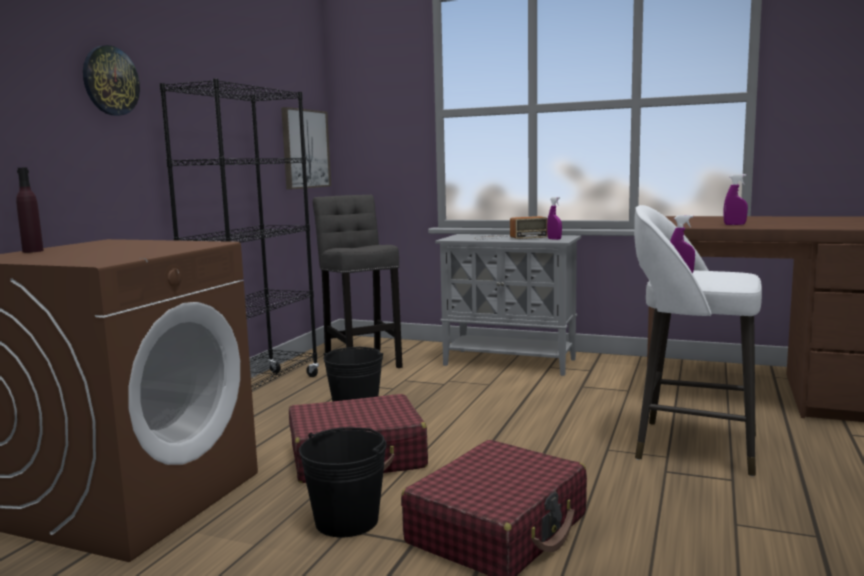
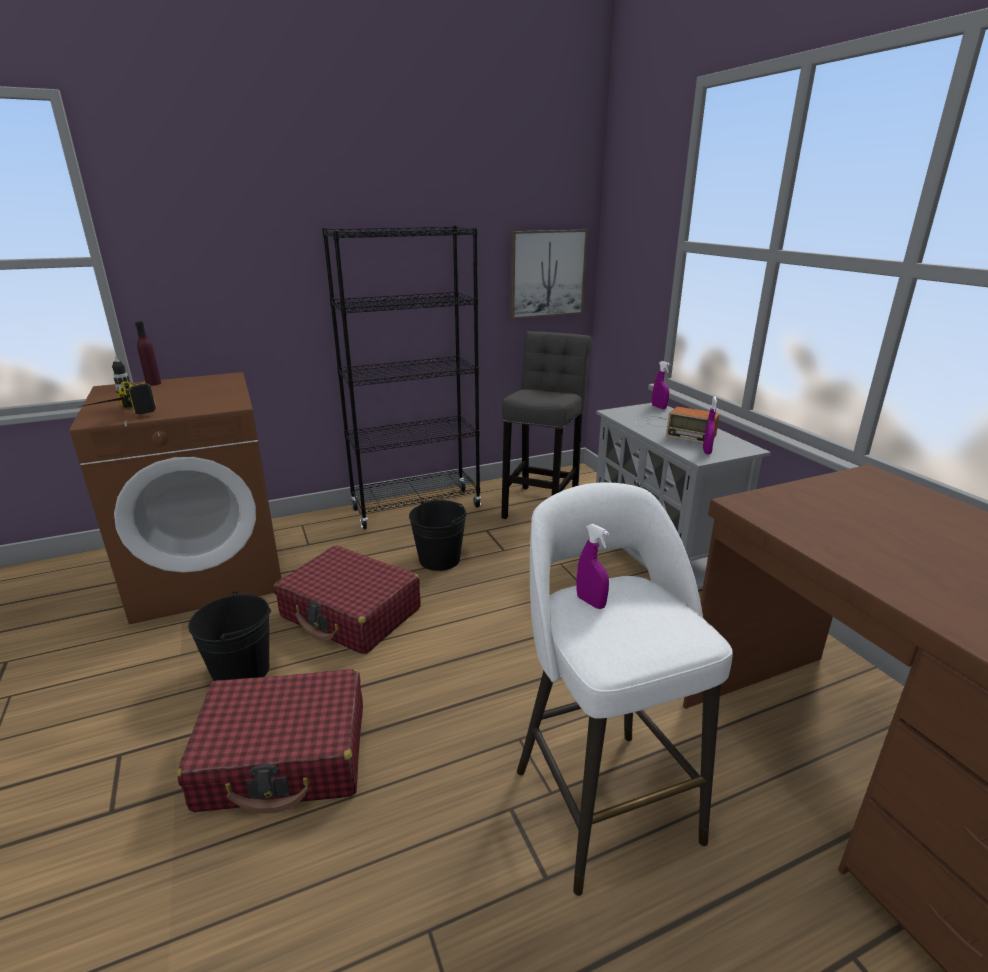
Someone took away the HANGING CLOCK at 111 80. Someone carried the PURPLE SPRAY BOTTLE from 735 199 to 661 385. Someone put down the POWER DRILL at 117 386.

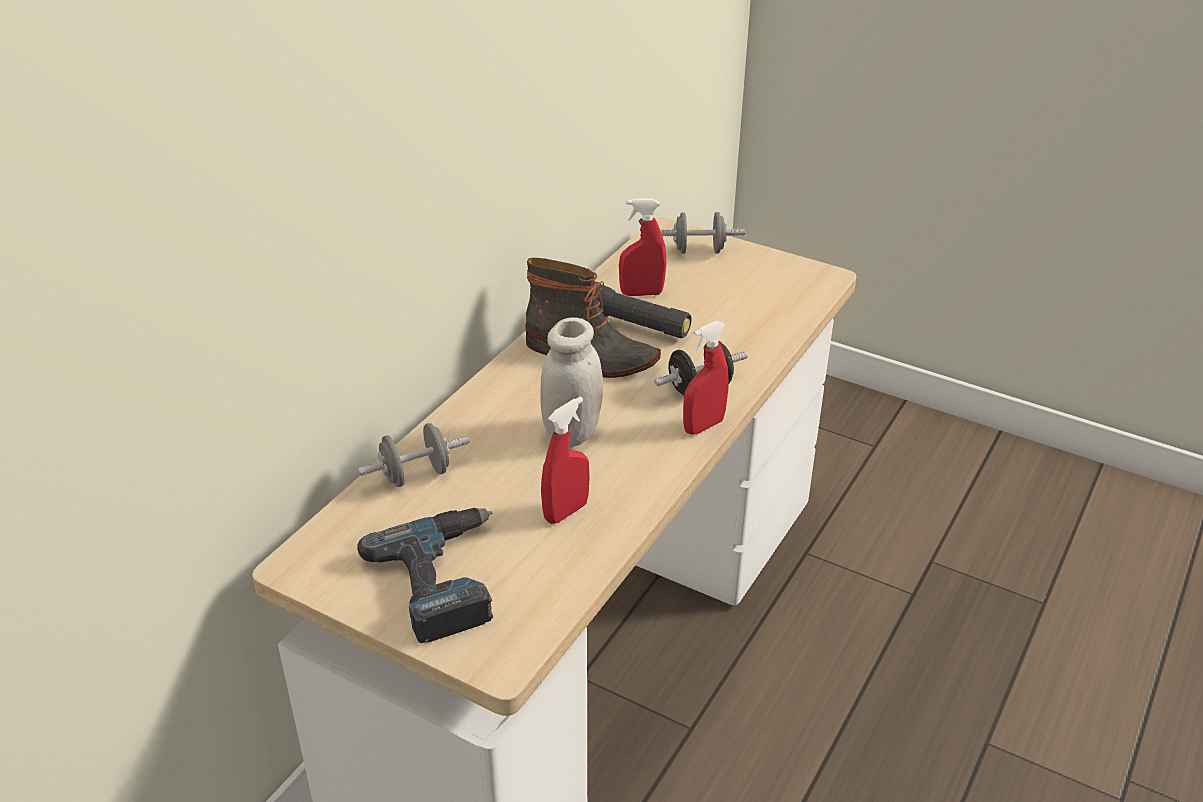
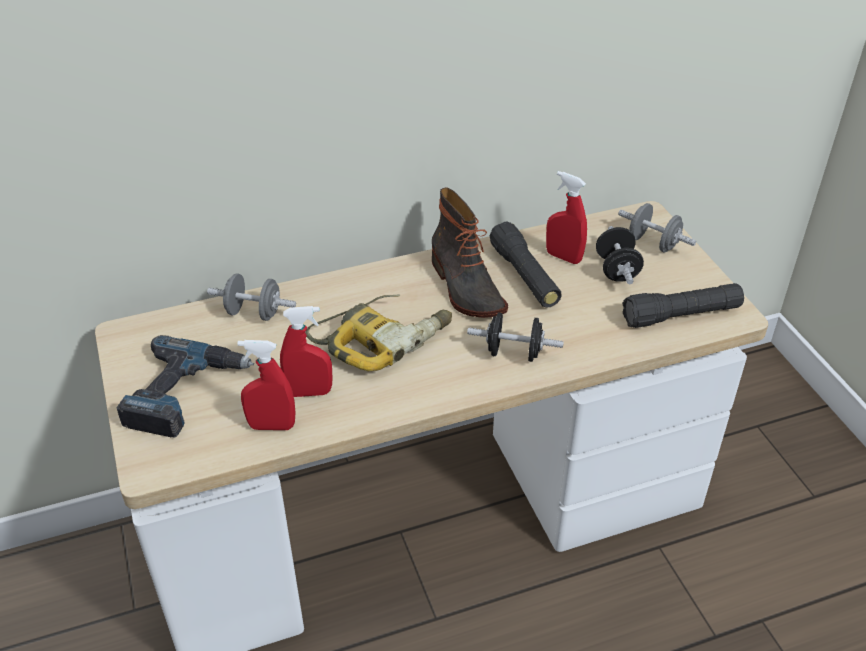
Someone swapped the WHITISH JAR at 571 382 for the POWER DRILL at 379 332. Someone carried the RED-COLOURED SPRAY BOTTLE from 706 378 to 267 385. Someone put down the BLACKISH FREE WEIGHT at 620 255. Someone put down the BLACKISH HAND TORCH at 683 305.

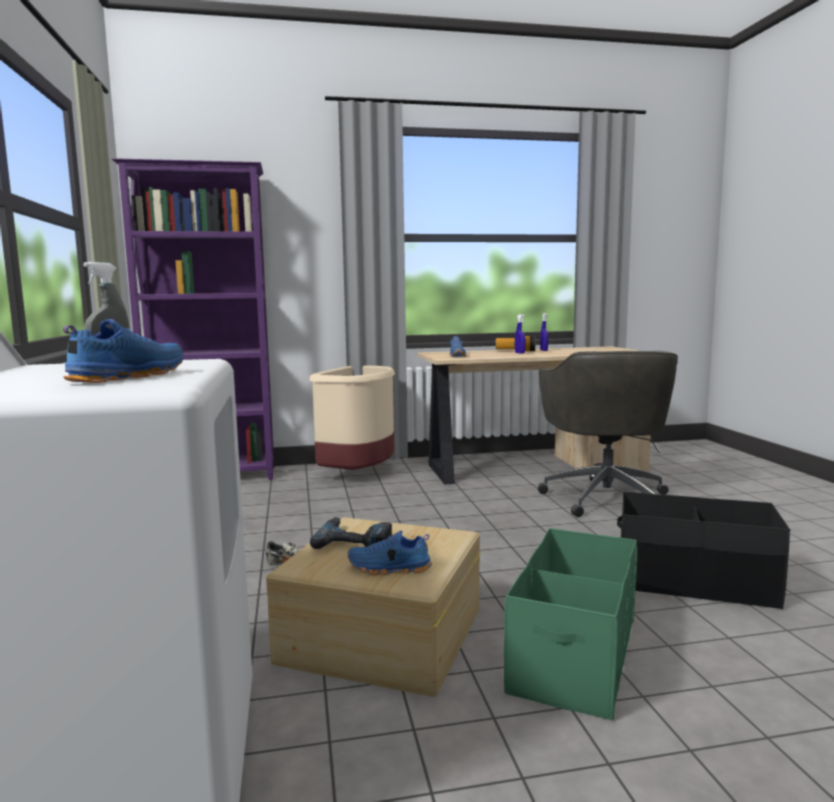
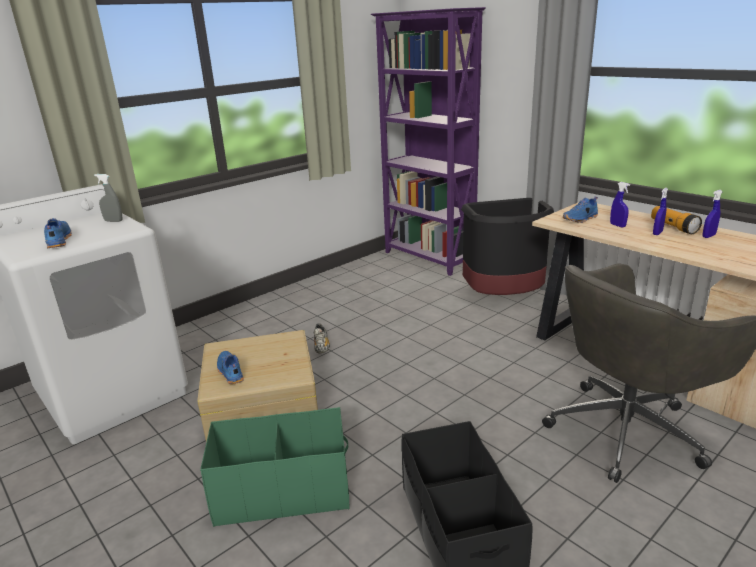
Someone rotated the BLUE SHOE at 123 351 by 105 degrees counterclockwise. Someone repainted the BEIGE-COLOURED WASTE BIN at 352 417, which became the BLACKISH WASTE BIN at 507 246. Someone took away the POWER DRILL at 351 533. Someone put down the BLUE SPRAY BOTTLE at 620 204.

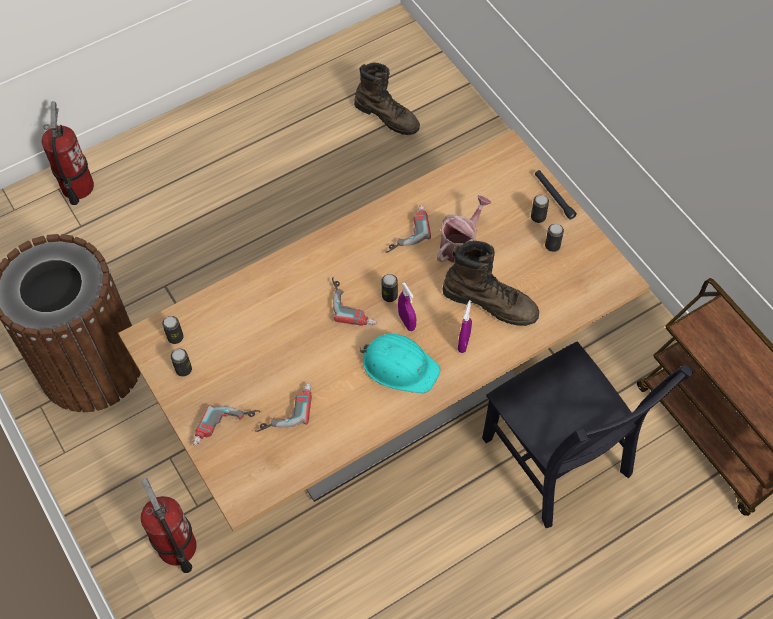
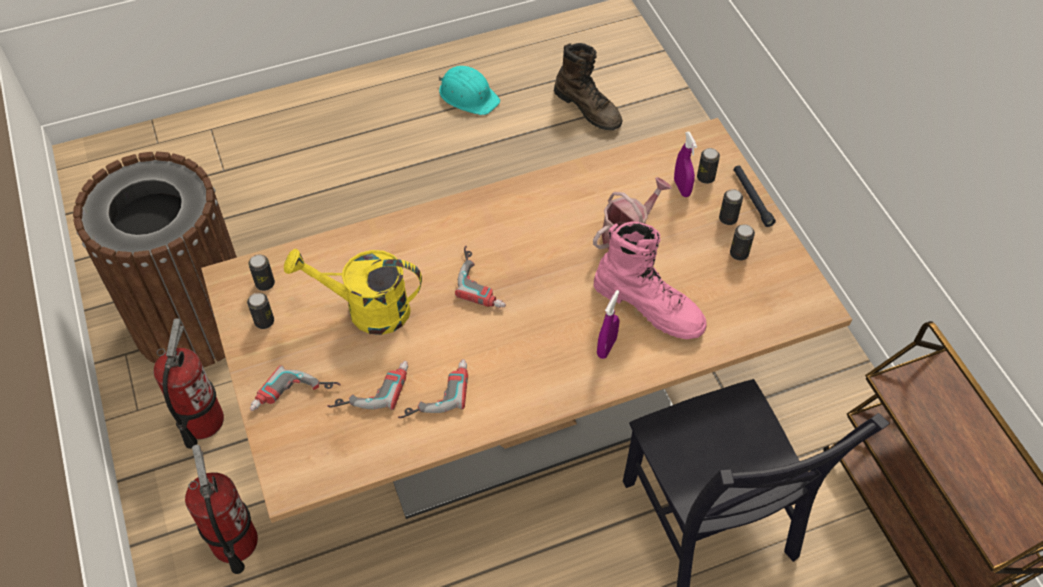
Someone carried the FIRE EXTINGUISHER from 68 153 to 189 383. Someone carried the POWER DRILL from 408 228 to 433 388. Someone repainted the BROWN BOOT at 490 283, which became the PINKISH BOOT at 650 280. Someone carried the SEALED CAN from 390 288 to 708 166. Someone carried the PURPLE SPRAY BOTTLE from 407 306 to 685 164. Someone carried the BLUE-GREEN SAFETY HELMET from 399 363 to 469 90. Someone put down the YELLOWISH WATERING POT at 353 292.

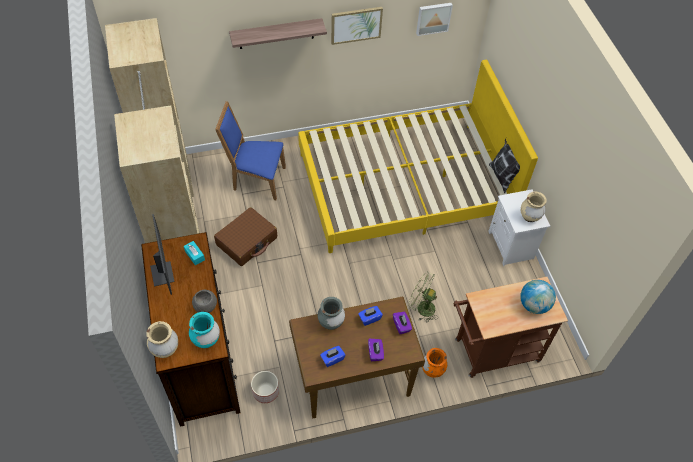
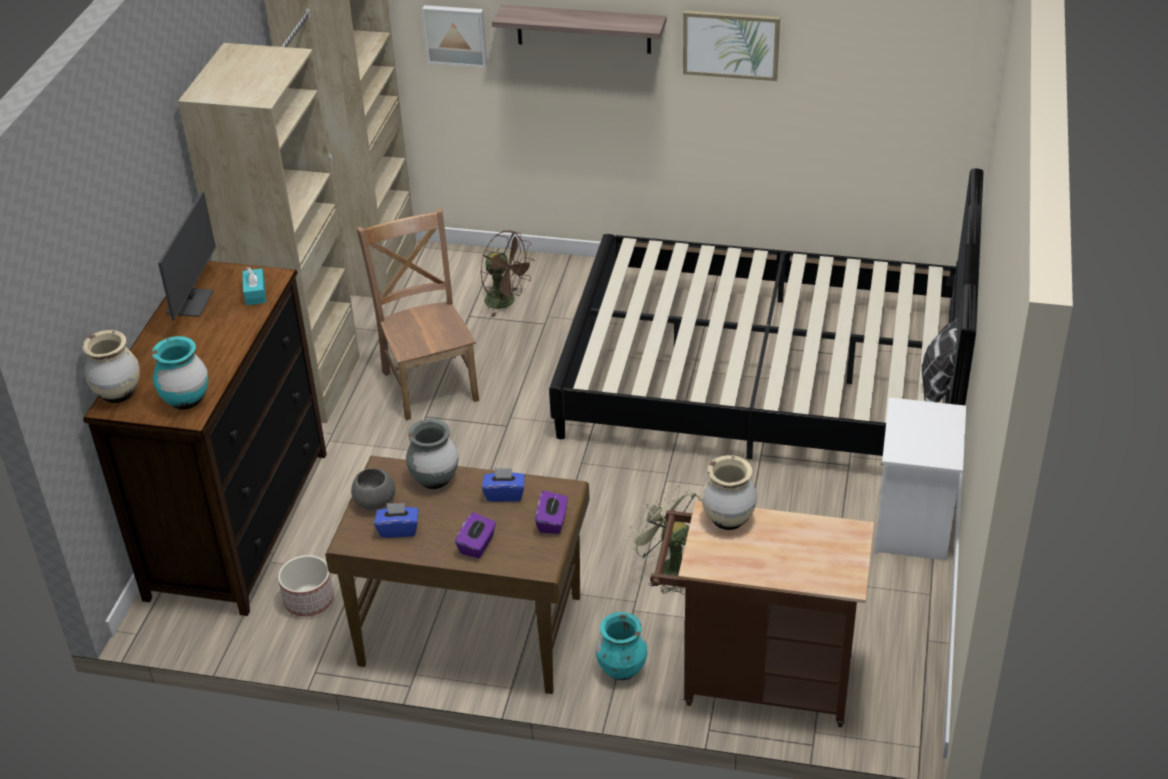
Someone carried the WALL ART from 434 19 to 454 36. Someone repainted the YELLOWISH BEDROOM BED at 418 156, which became the BLACKISH BEDROOM BED at 766 314. Someone swapped the BLUE UPRIGHT CHAIR at 250 150 for the BROWN FAN at 507 273. Someone carried the BEIGE-COLOURED FLOWER VASE from 534 207 to 729 492. Someone swapped the BROWN TRAVEL CASE at 245 236 for the BROWN UPRIGHT CHAIR at 417 314. Someone took away the GLOBE at 538 297. Someone carried the GREY BOWL from 204 301 to 373 489. Someone repainted the ORANGE-COLOURED FLOWER VASE at 434 363, which became the BLUE-GREEN FLOWER VASE at 621 646.

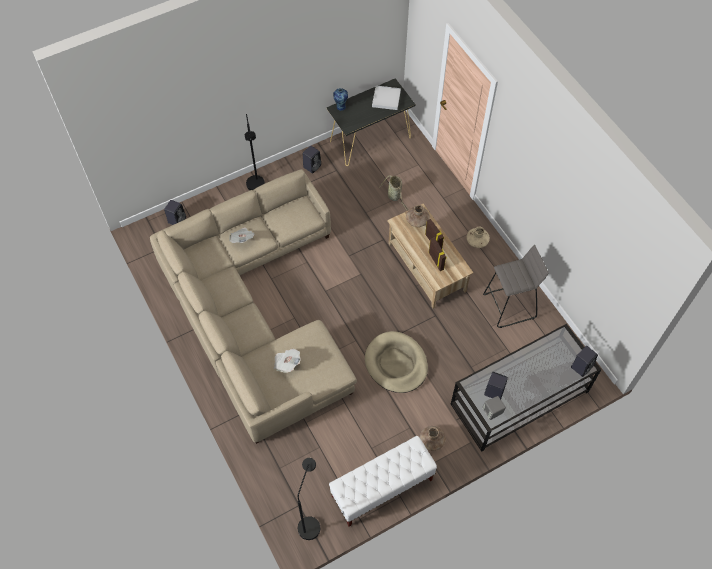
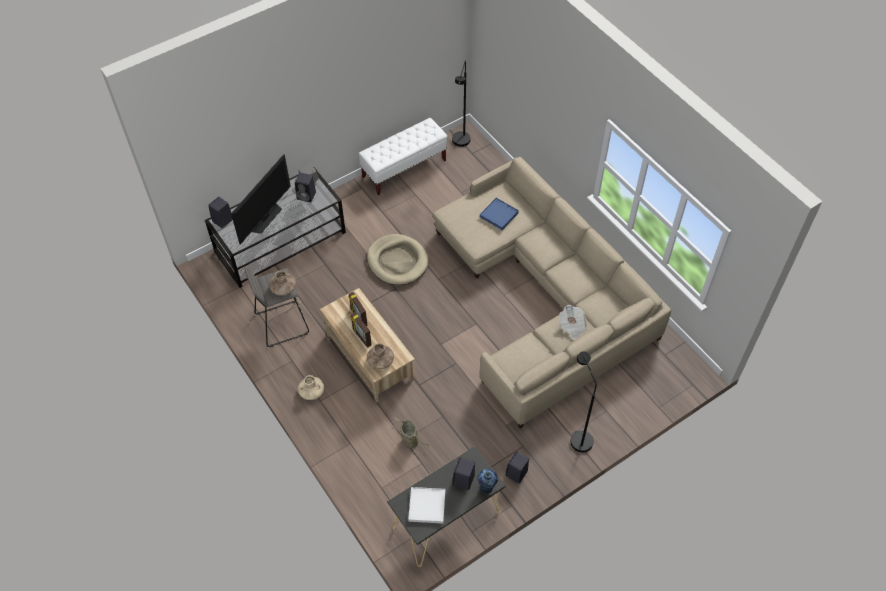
Someone carried the BLACKISH AUDIO SPEAKER from 175 212 to 463 473. Someone swapped the PRINTED PAPER at 287 360 for the BLUE CARRYING TRAY at 499 214. Someone carried the BROWN FLOWER VASE from 433 438 to 282 283. Someone put down the TELEVISION at 261 199.

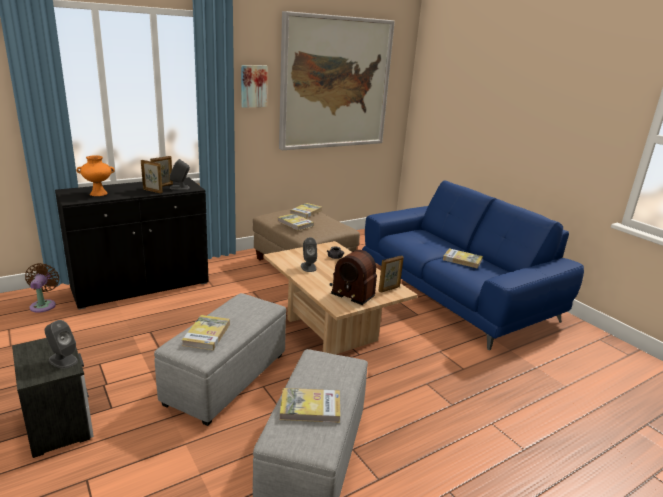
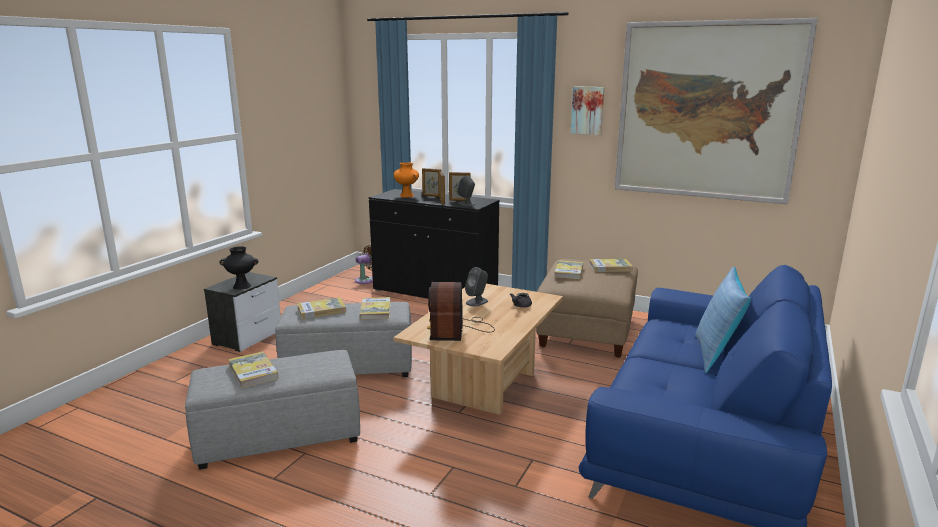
Someone carried the BOUND BOOK from 463 258 to 375 308. Someone carried the PHOTO FRAME from 391 274 to 432 182. Someone swapped the GREY AUDIO SPEAKER at 61 344 for the BLACKISH FLOWER VASE at 238 267. Someone put down the PILLOW at 723 320.

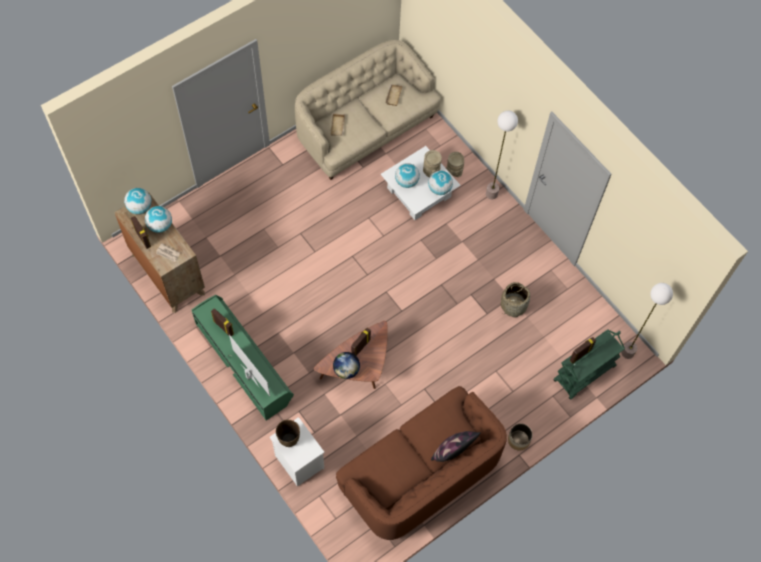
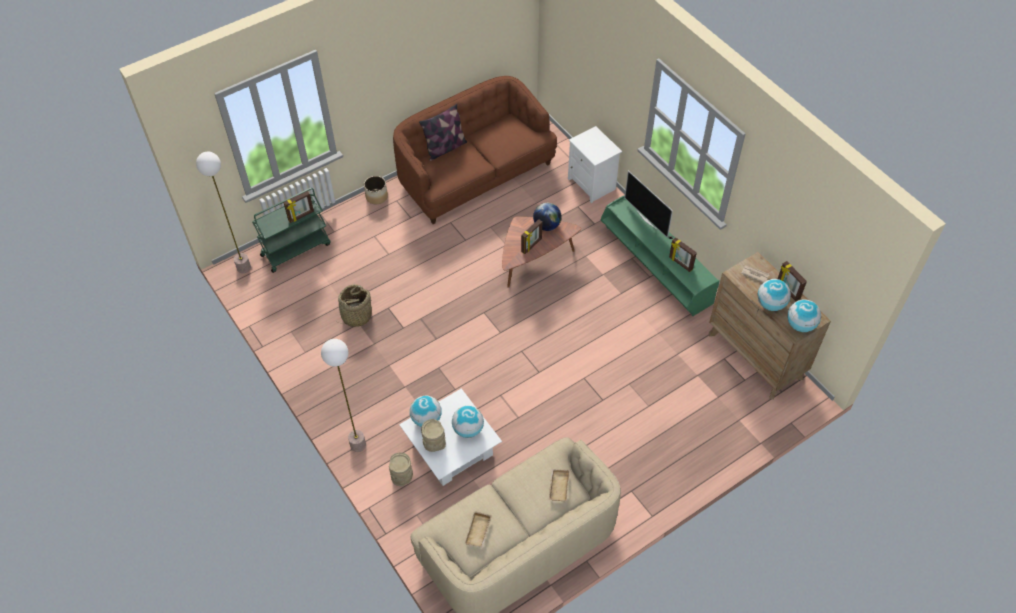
Someone took away the BROWN FLOWER VASE at 288 433.

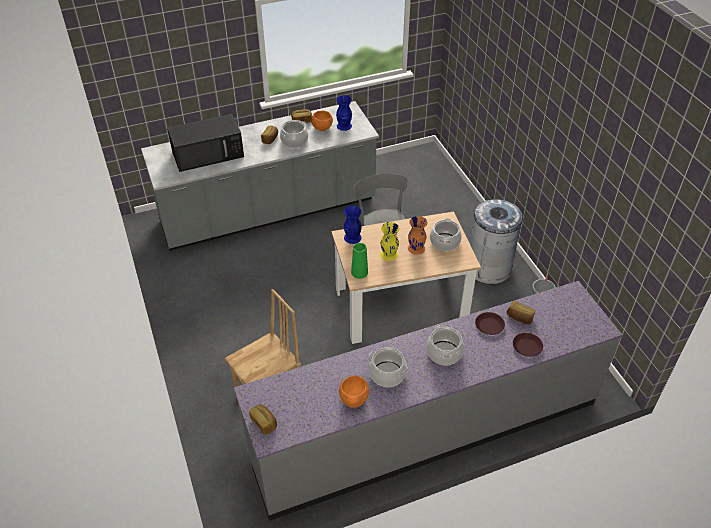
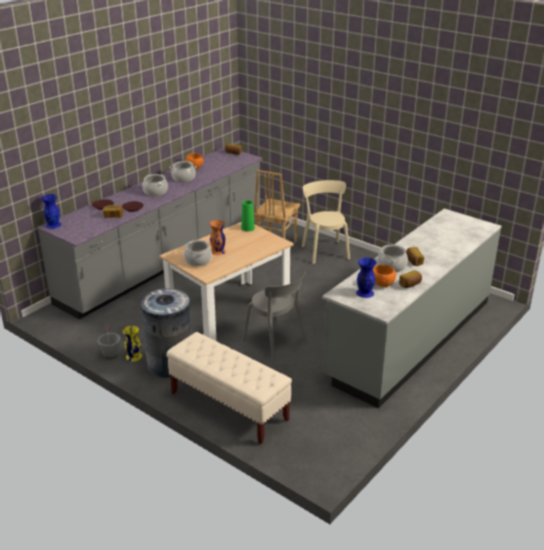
Someone took away the BLACKISH KITCHEN MICROWAVE at 205 143. Someone carried the BLUE FLOWER VASE from 353 225 to 51 211. Someone carried the YELLOWISH FLOWER VASE from 390 241 to 132 343. Someone put down the BEIGE-COLOURED UPRIGHT CHAIR at 326 222. Someone put down the BEIGE-COLOURED LONG SEAT at 229 388.

